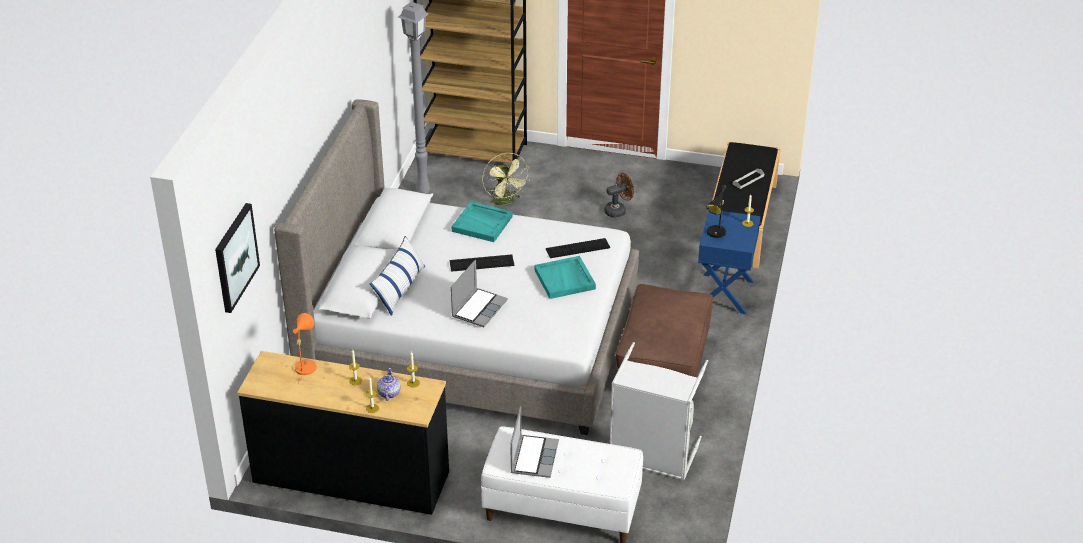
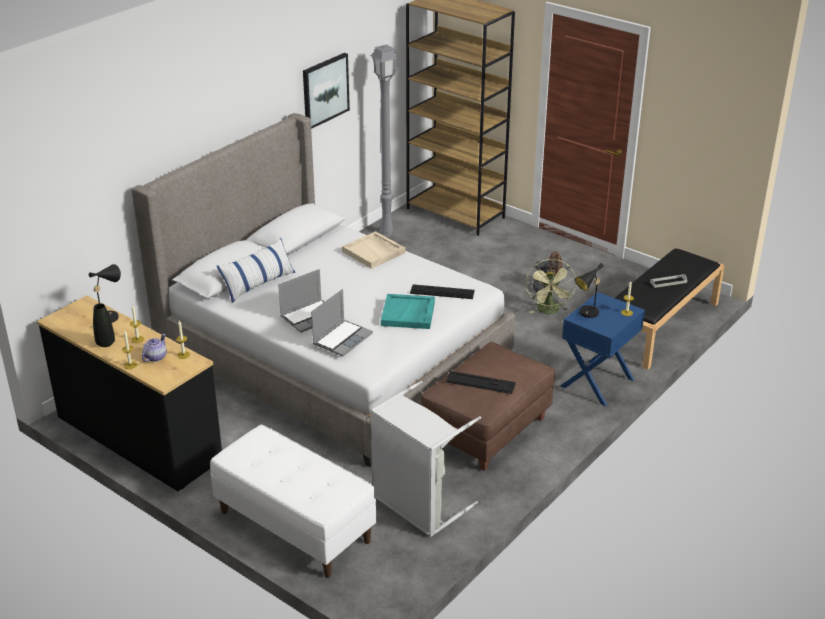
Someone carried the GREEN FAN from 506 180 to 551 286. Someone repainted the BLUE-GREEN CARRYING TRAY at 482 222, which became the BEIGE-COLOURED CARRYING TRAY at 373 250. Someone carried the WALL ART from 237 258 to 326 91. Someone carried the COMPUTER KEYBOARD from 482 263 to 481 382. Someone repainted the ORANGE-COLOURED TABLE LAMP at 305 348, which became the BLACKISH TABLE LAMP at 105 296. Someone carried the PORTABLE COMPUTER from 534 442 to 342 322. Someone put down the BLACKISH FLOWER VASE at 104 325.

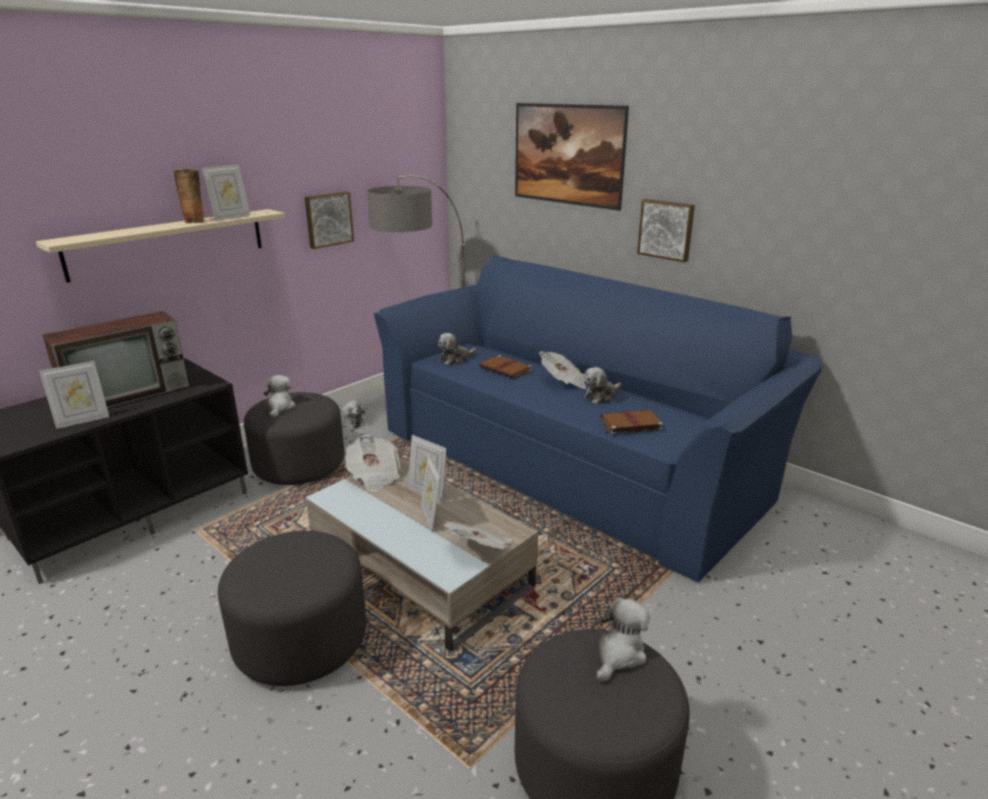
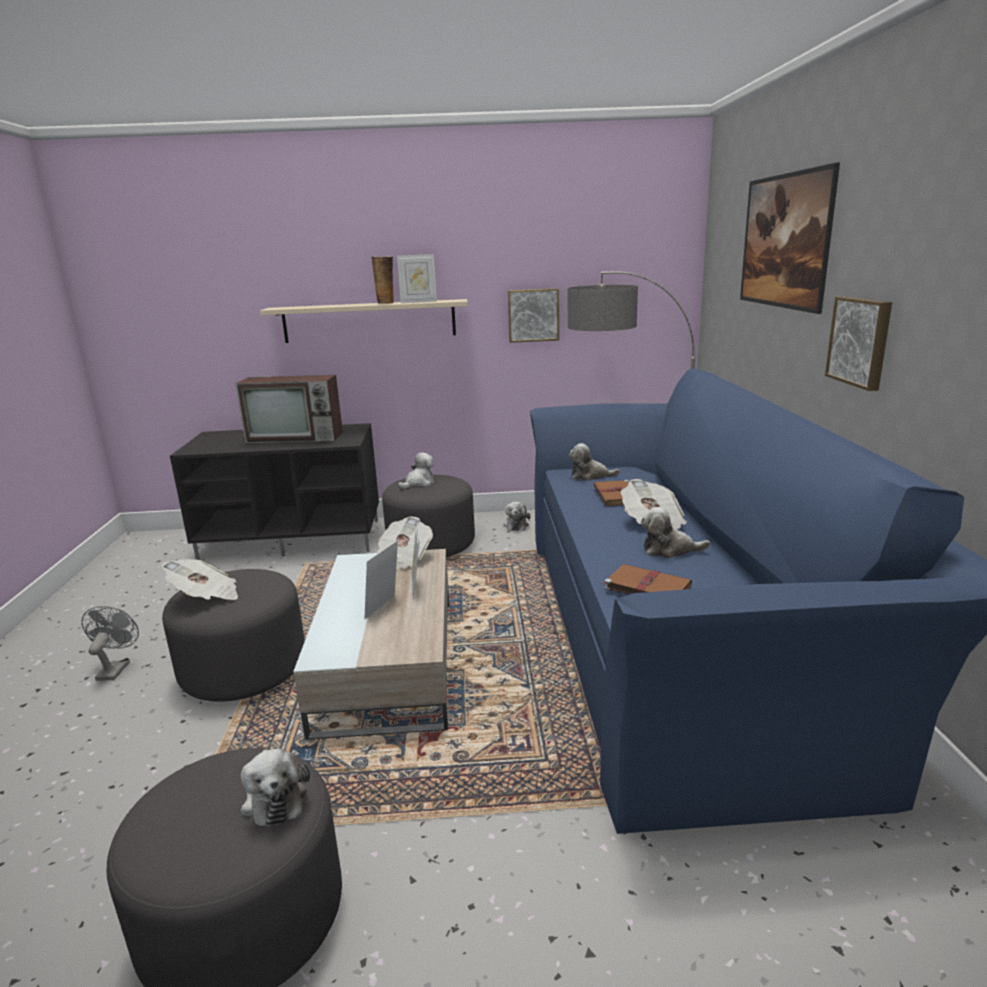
Someone took away the PHOTO FRAME at 74 395. Someone carried the PRINTED PAPER from 478 536 to 200 579. Someone rotated the SOFT TOY at 623 640 by 75 degrees clockwise. Someone put down the GREY FAN at 110 643.

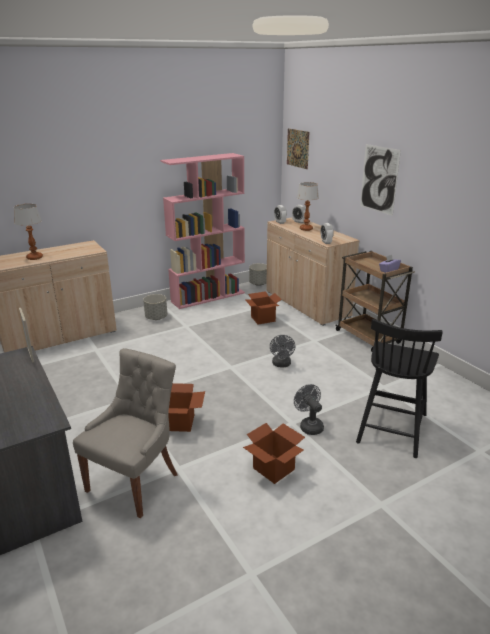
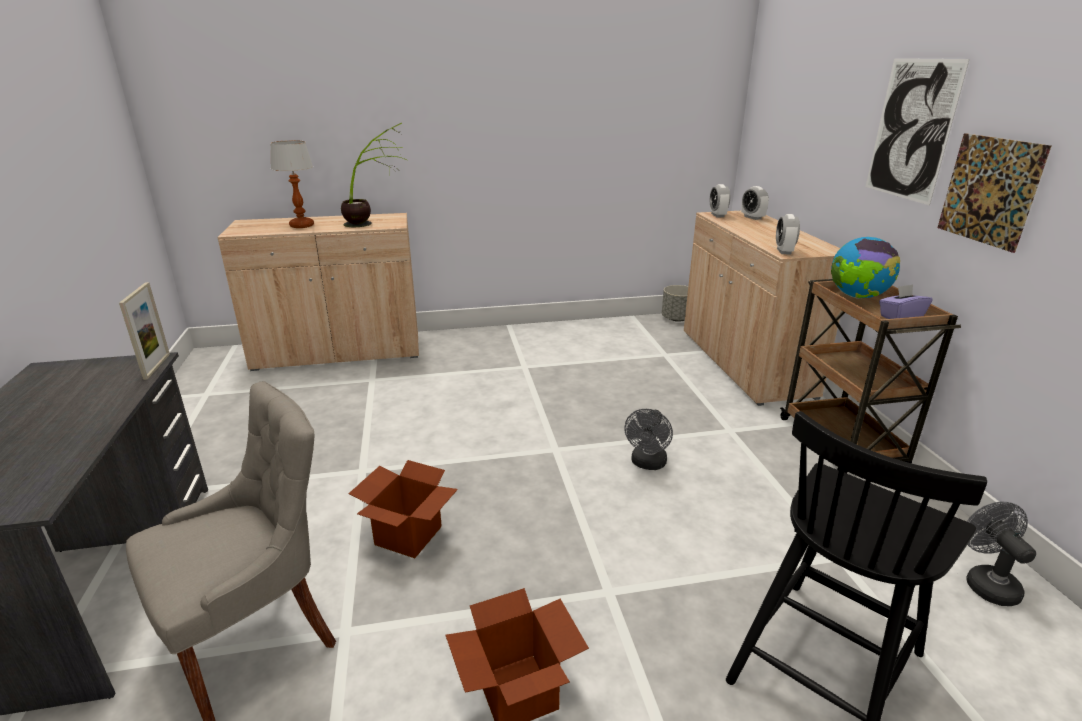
Someone carried the WALL ART from 298 148 to 994 193. Someone took away the PINKISH BOOKCASE at 202 231. Someone took away the TABLE LAMP at 308 206. Someone took away the CARDBOARD BOX at 263 307. Someone took away the GREY PLANTER at 155 307. Someone carried the GREY FAN from 309 409 to 1001 554. Someone put down the PLANT IN A POT at 374 175. Someone put down the GLOBE at 865 268.

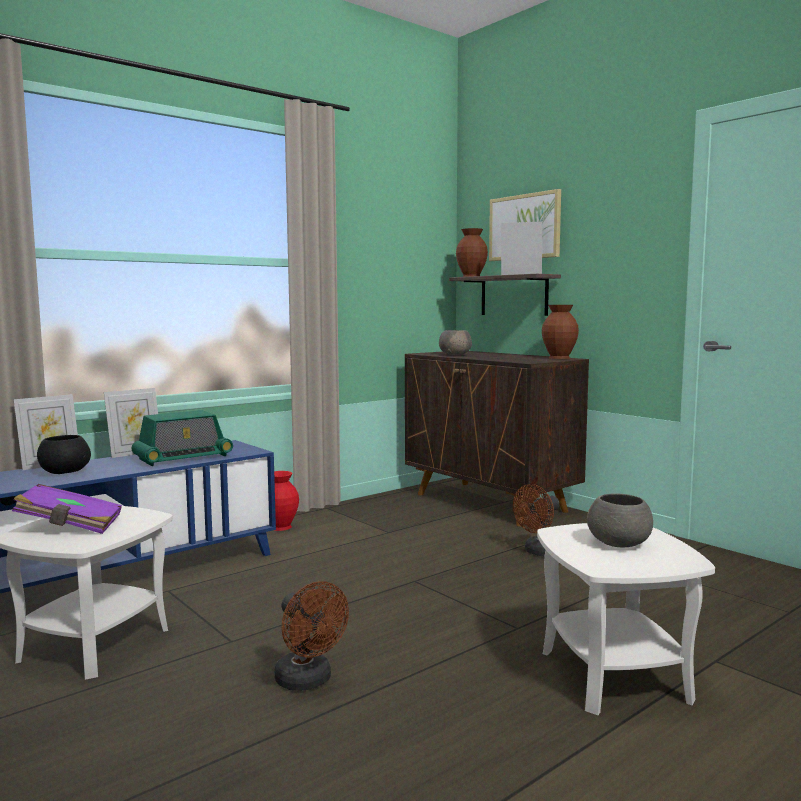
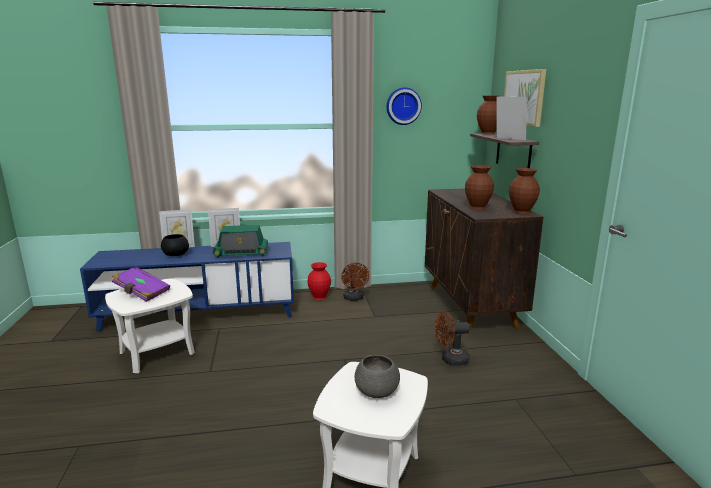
Someone took away the GREY BOWL at 455 342. Someone carried the BROWN FAN from 311 636 to 355 282. Someone put up the HANGING CLOCK at 404 106. Someone put down the BROWN FLOWER VASE at 479 187.

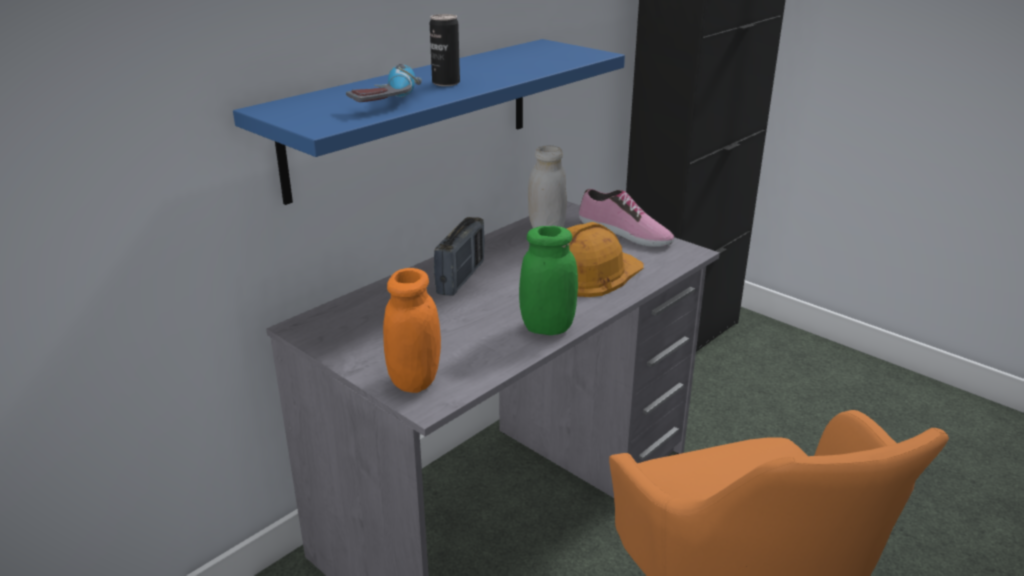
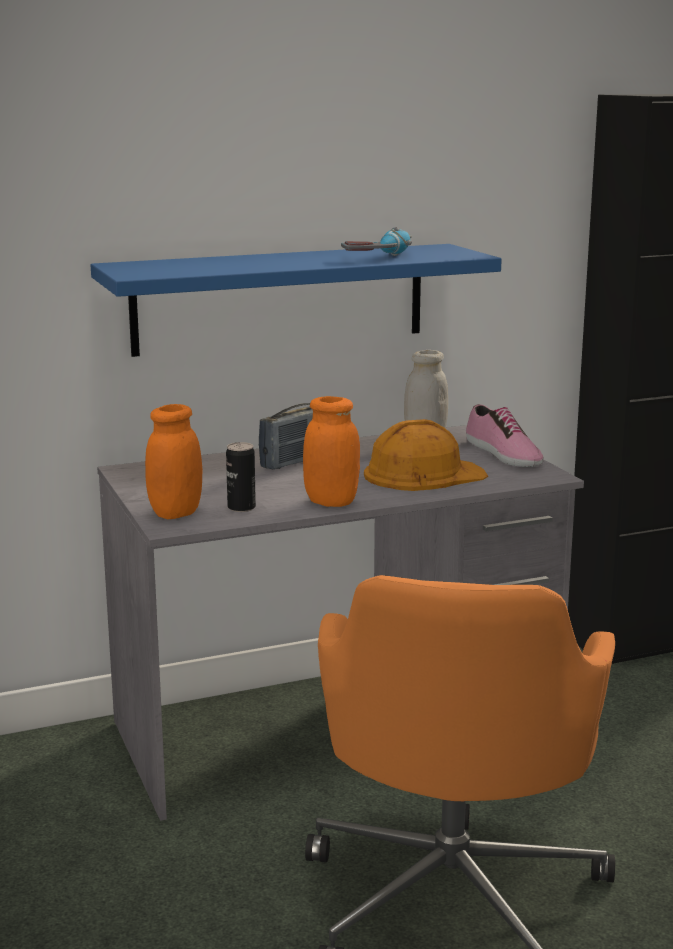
Someone carried the SEALED CAN from 445 50 to 241 477. Someone carried the POWER DRILL from 384 83 to 376 242. Someone repainted the GREEN JAR at 548 280, which became the ORANGE-COLOURED JAR at 331 451.

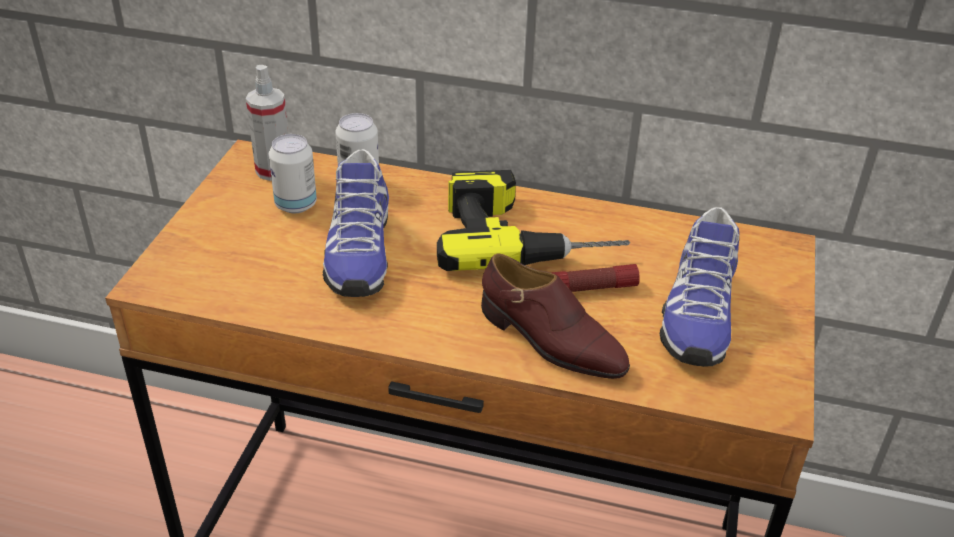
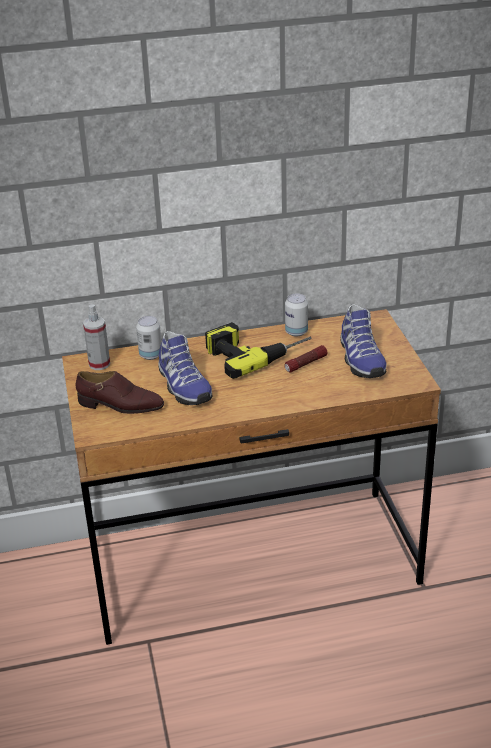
Someone carried the SEALED CAN from 293 173 to 296 315. Someone carried the BROWN SHOE from 555 316 to 120 392.

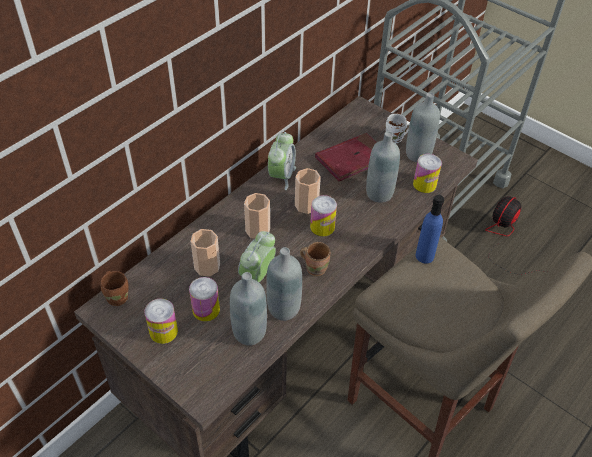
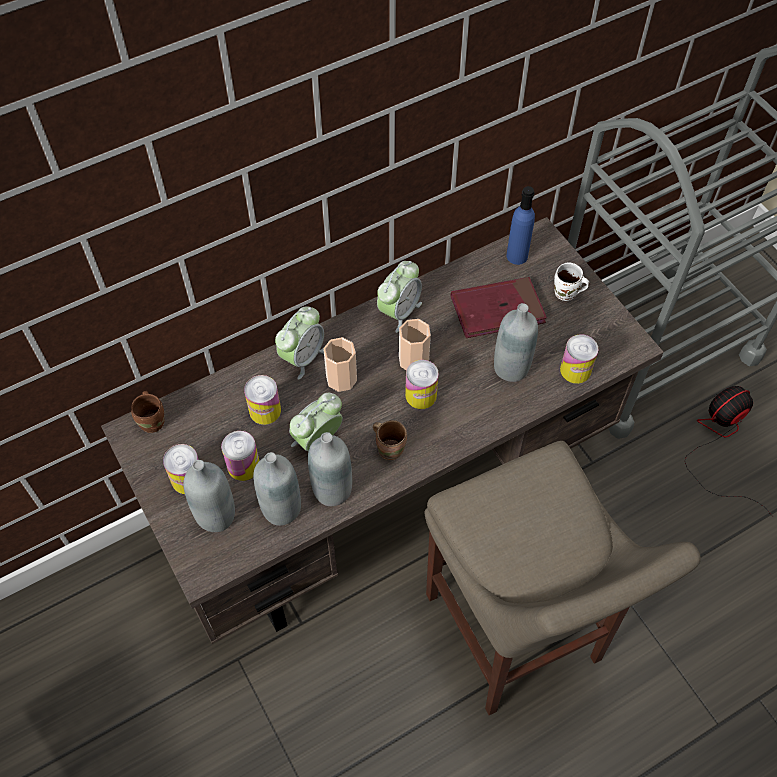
Someone carried the GREY BOTTLE from 423 127 to 209 496. Someone carried the BLUE BOTTLE from 429 229 to 520 225. Someone swapped the DRINKING CUP at 205 253 for the SEALED CAN at 262 400. Someone put down the TABLE CLOCK at 299 343.

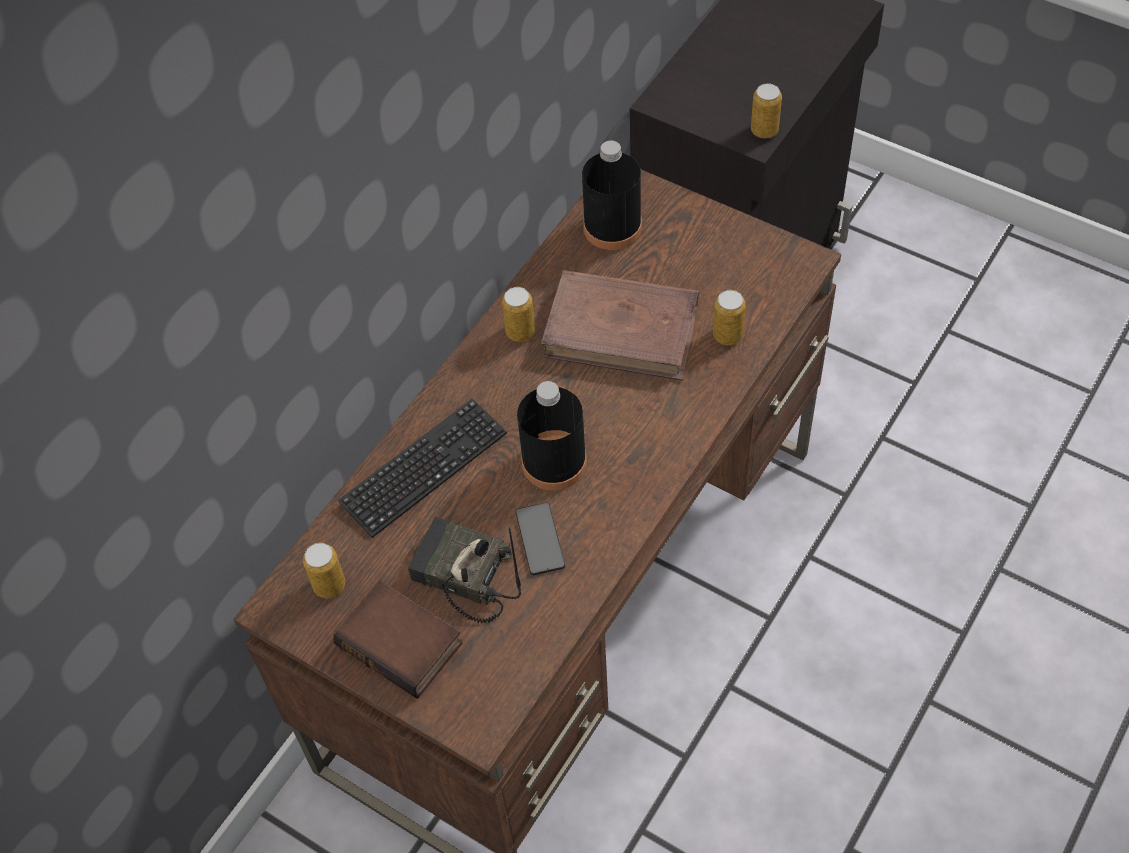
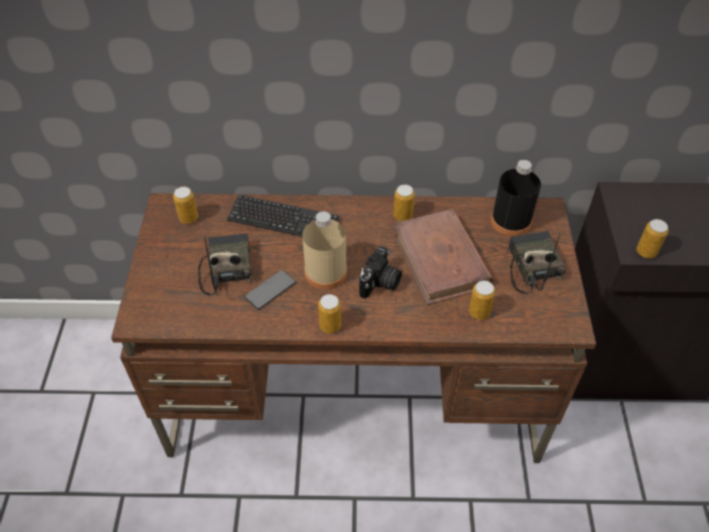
Someone repainted the BLACKISH BOTTLE at 552 436, which became the BEIGE-COLOURED BOTTLE at 324 250. Someone took away the BOUND BOOK at 398 639. Someone put down the RADIO RECEIVER at 537 262. Someone put down the PHOTO CAMERA at 380 272. Someone put down the SEALED CAN at 329 314.

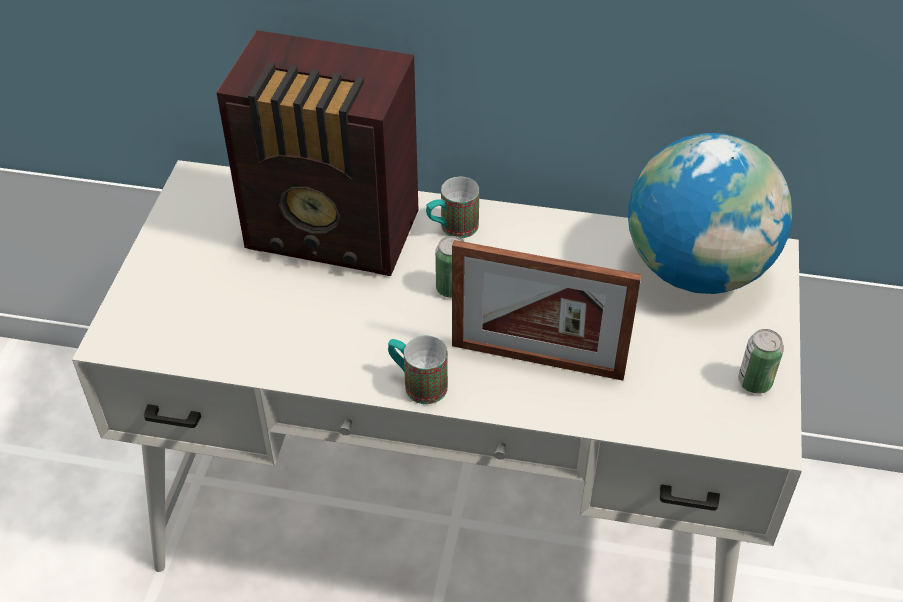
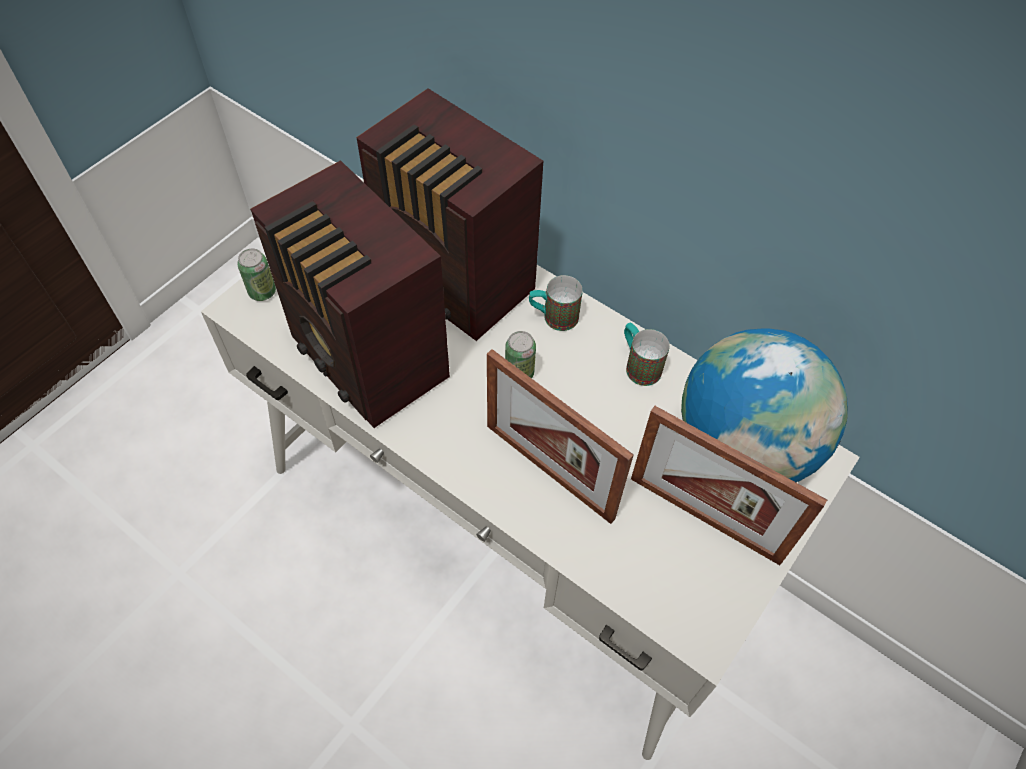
Someone carried the SEALED CAN from 761 361 to 256 274. Someone carried the MUG from 418 370 to 647 354. Someone put down the RADIO RECEIVER at 350 294. Someone put down the PHOTO FRAME at 729 485.

